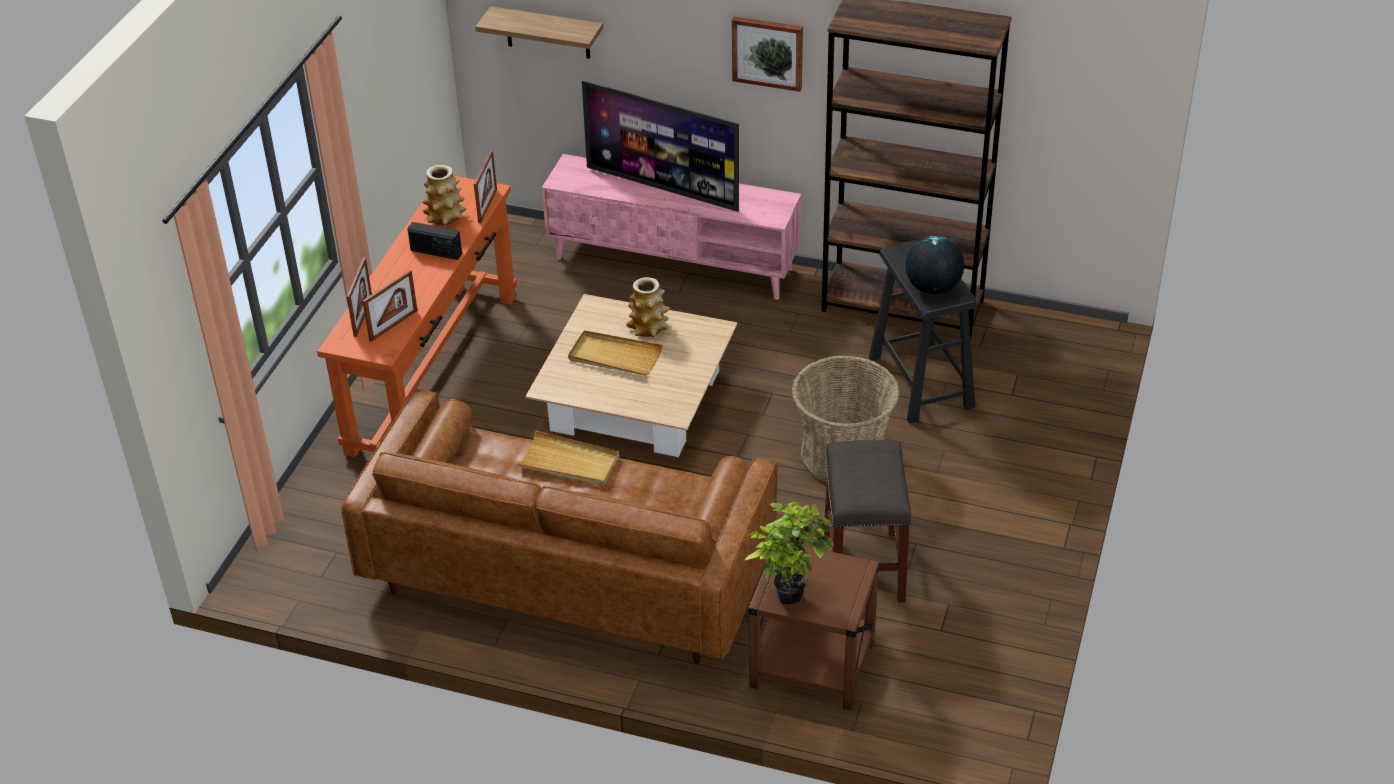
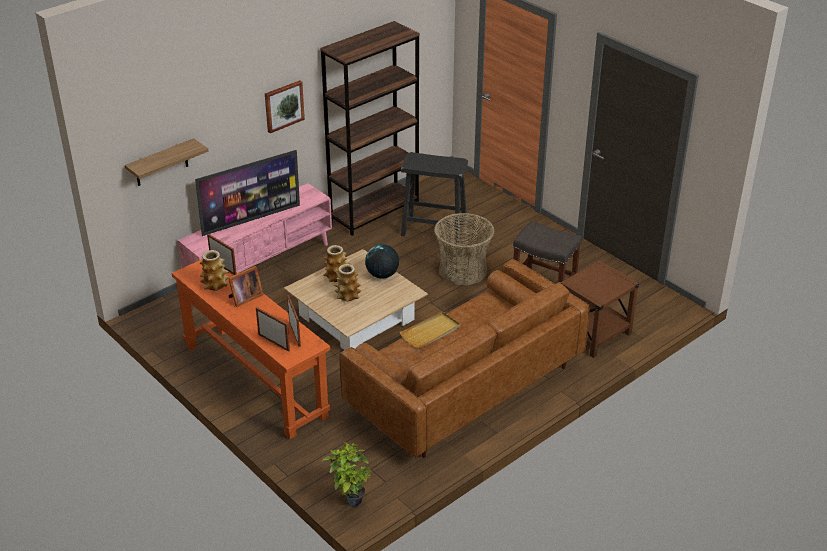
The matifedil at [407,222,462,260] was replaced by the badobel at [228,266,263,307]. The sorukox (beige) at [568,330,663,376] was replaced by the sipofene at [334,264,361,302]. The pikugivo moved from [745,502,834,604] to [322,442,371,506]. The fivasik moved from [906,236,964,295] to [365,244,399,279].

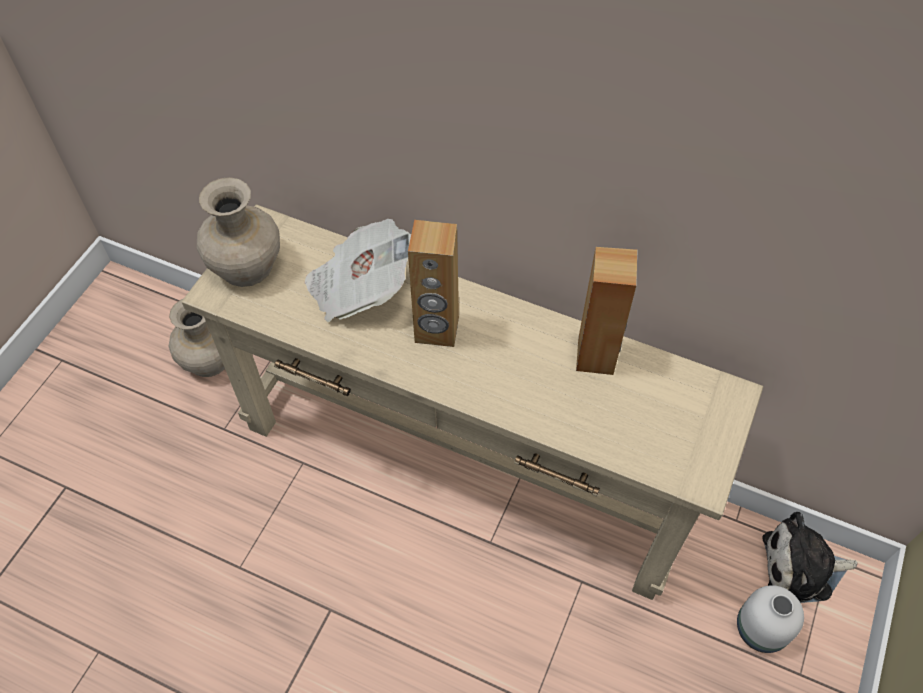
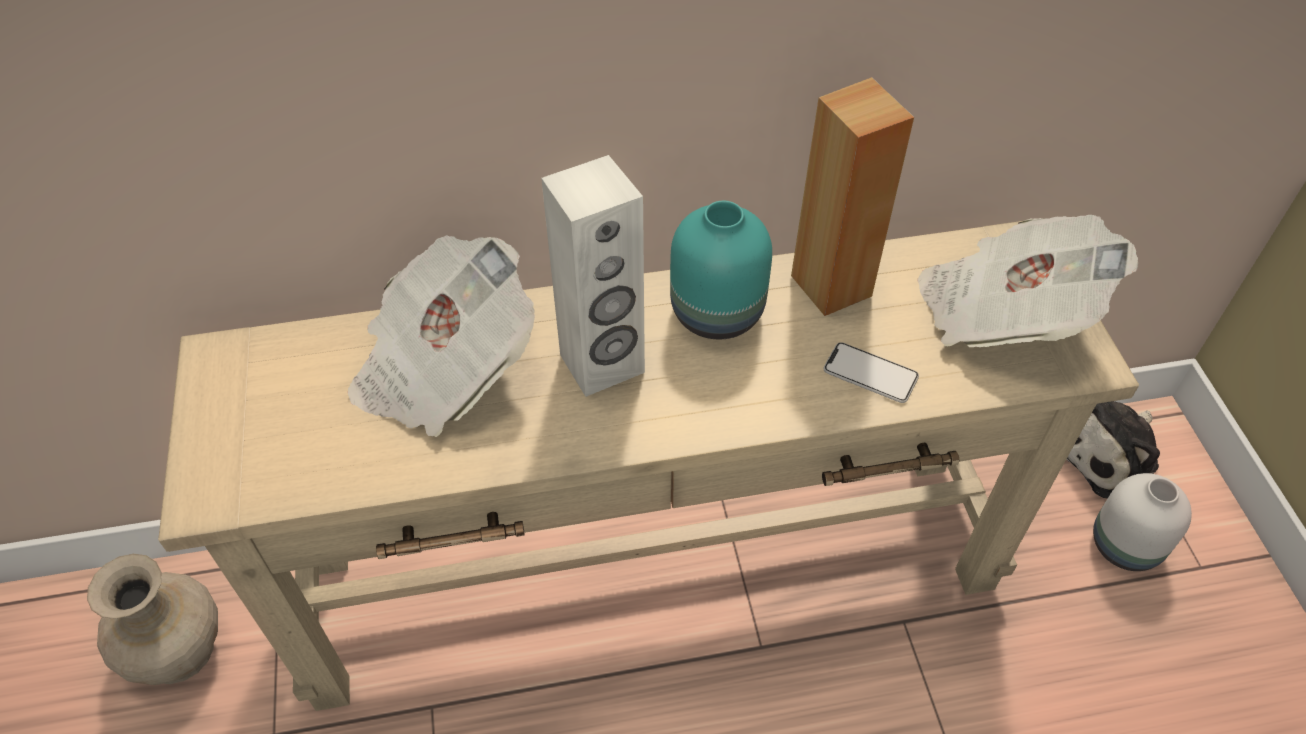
The sipofene (beige) at [197,177,280,287] disappeared. The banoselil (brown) at [408,220,459,347] became the banoselil (white) at [541,155,645,397]. The sipofene (turquoise) at [670,201,772,339] appeared. The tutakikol at [823,342,919,403] appeared. The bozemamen at [917,215,1138,347] appeared.

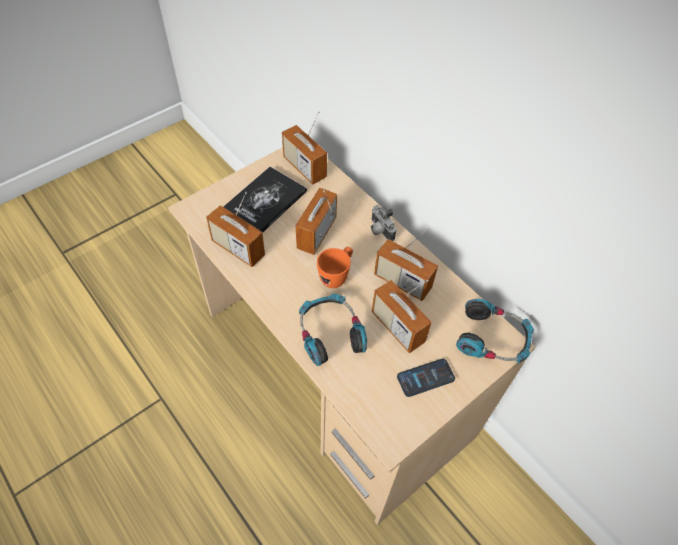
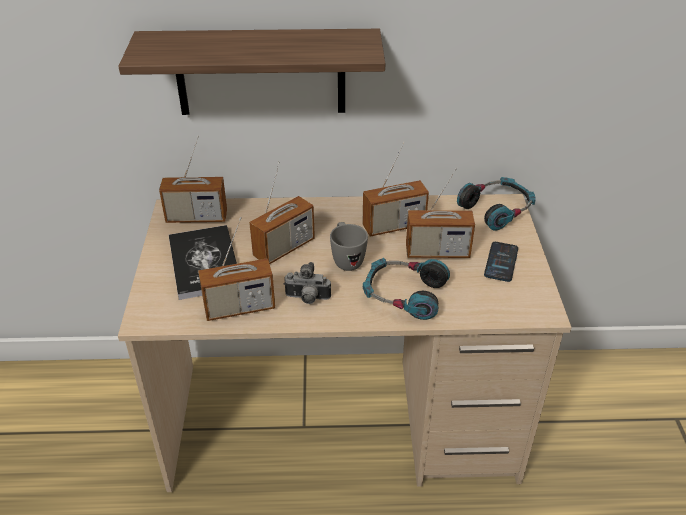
The matifedil at [296,188,337,255] turned 105 degrees counterclockwise. The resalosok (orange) at [317,247,353,288] became the resalosok (grey) at [330,222,368,271]. The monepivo moved from [371,205,396,241] to [284,262,331,304]. The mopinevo at [118,29,386,115] appeared.

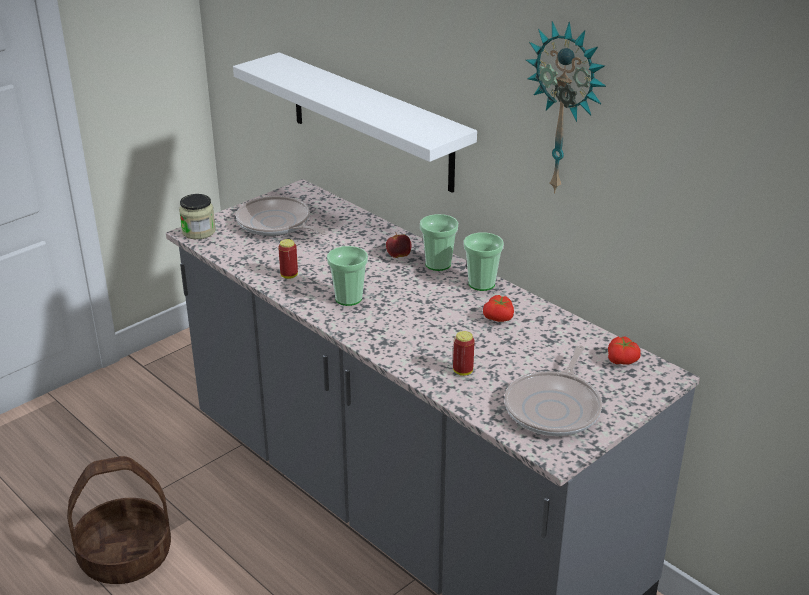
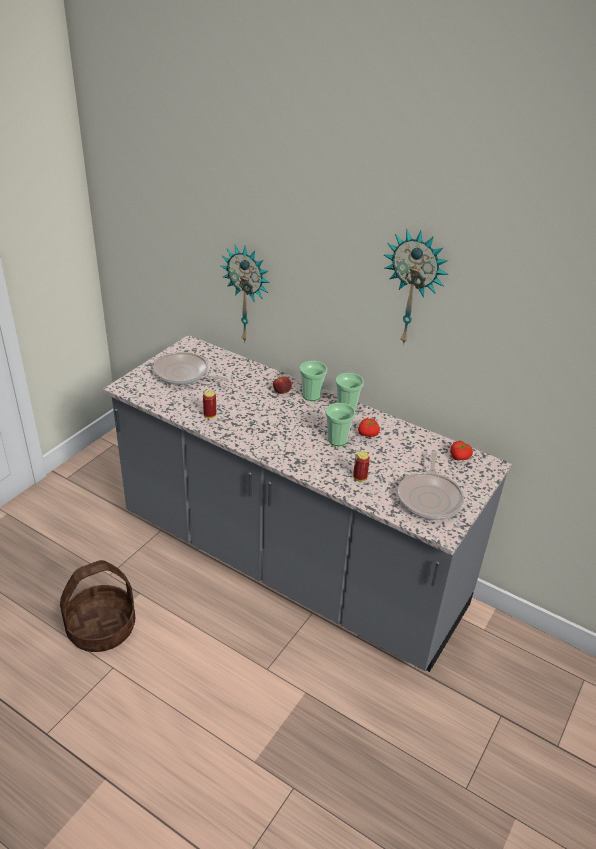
The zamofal at [179,194,216,239] disappeared. The mopinevo (white) at [233,52,477,193] was replaced by the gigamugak at [221,245,270,342]. The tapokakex moved from [327,246,368,306] to [326,403,355,446].

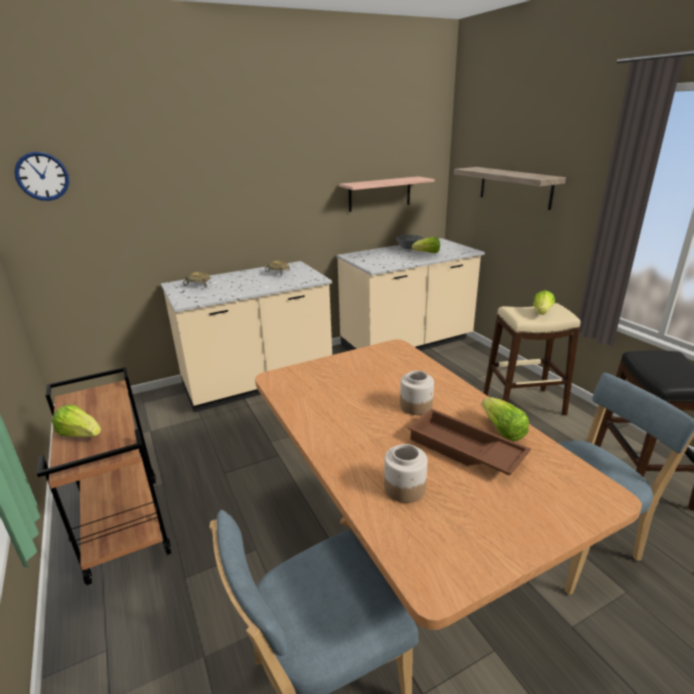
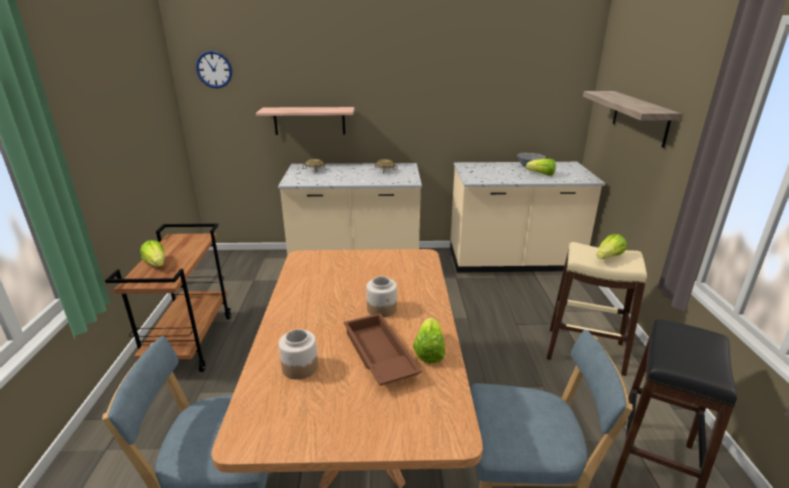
The mopinevo moved from [339,176,435,212] to [256,107,354,135].

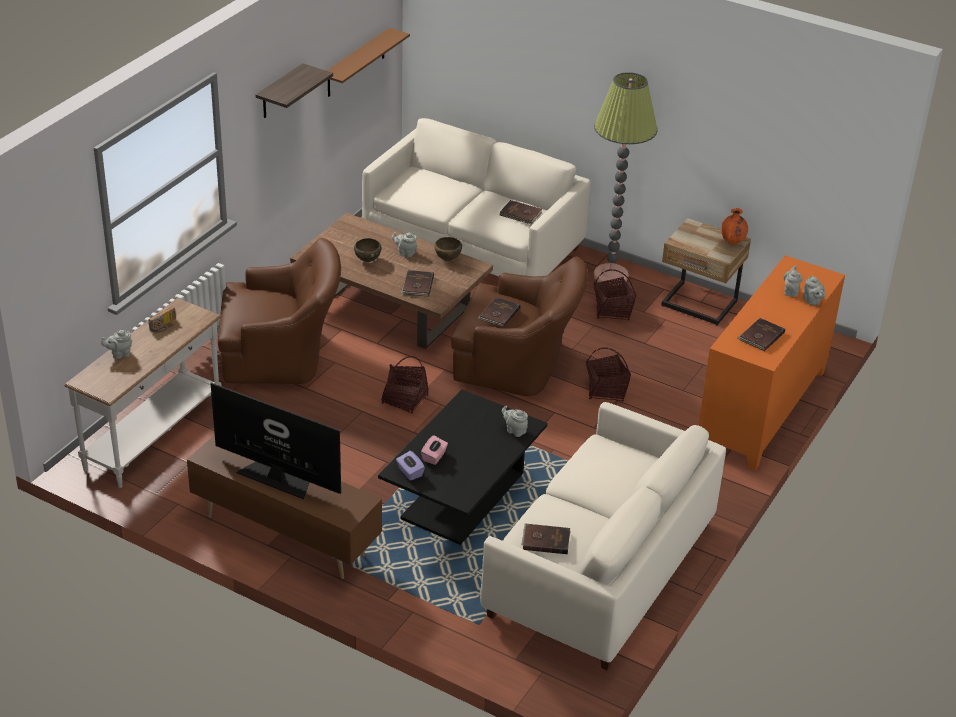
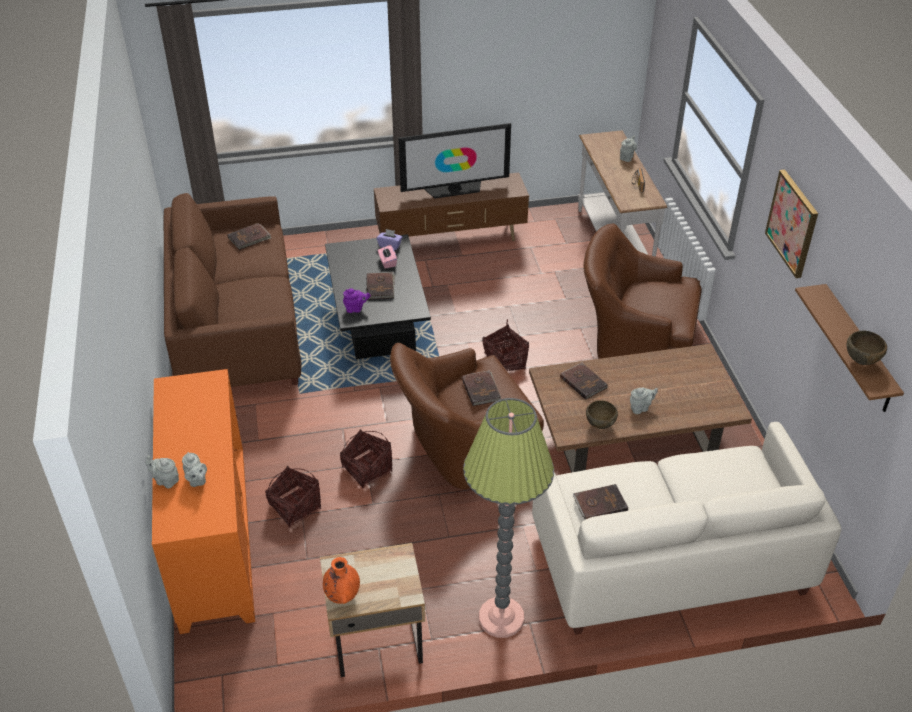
The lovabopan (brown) at [218,238,341,384] turned 60 degrees clockwise. The mopinevo at [256,63,333,118] was replaced by the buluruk at [765,169,818,278]. The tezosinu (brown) moved from [354,238,381,262] to [847,331,887,365]. The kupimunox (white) at [480,402,726,670] became the kupimunox (brown) at [164,193,302,387]. The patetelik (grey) at [502,405,528,437] became the patetelik (purple) at [343,288,371,313]. The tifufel moved from [594,269,636,321] to [265,466,321,528]. The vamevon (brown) moved from [738,318,785,351] to [366,272,395,299].

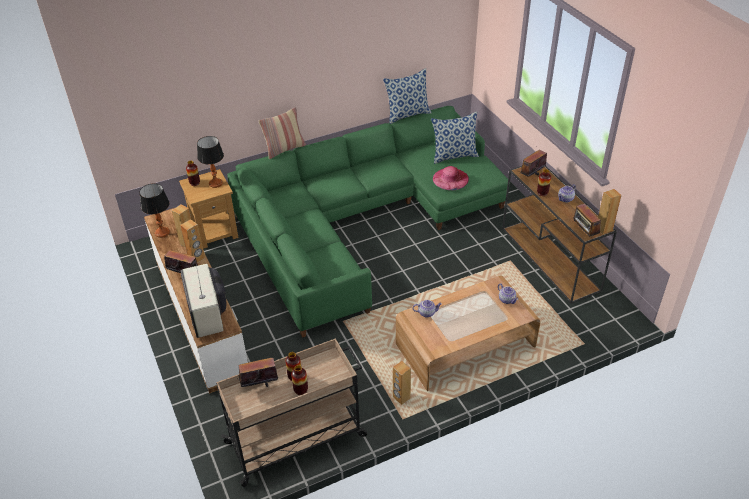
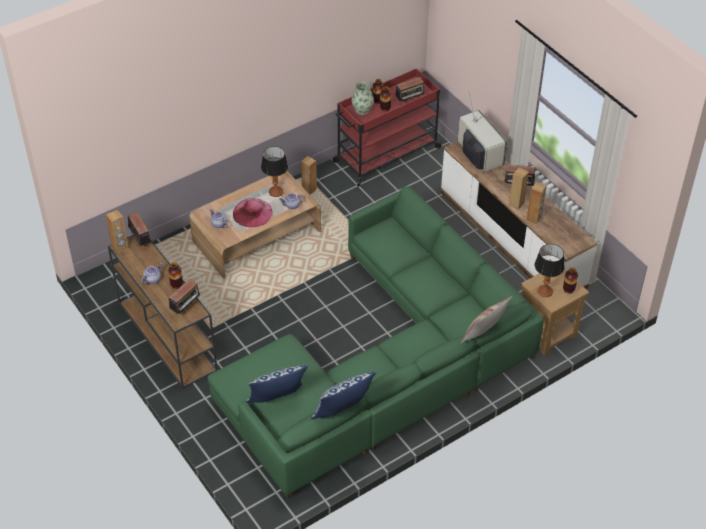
The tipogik moved from [139,183,170,238] to [261,146,288,197]. The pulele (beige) at [216,338,367,487] became the pulele (red) at [332,68,443,186]. The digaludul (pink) moved from [433,166,469,190] to [233,198,273,227]. The sipofene at [352,82,374,115] appeared.

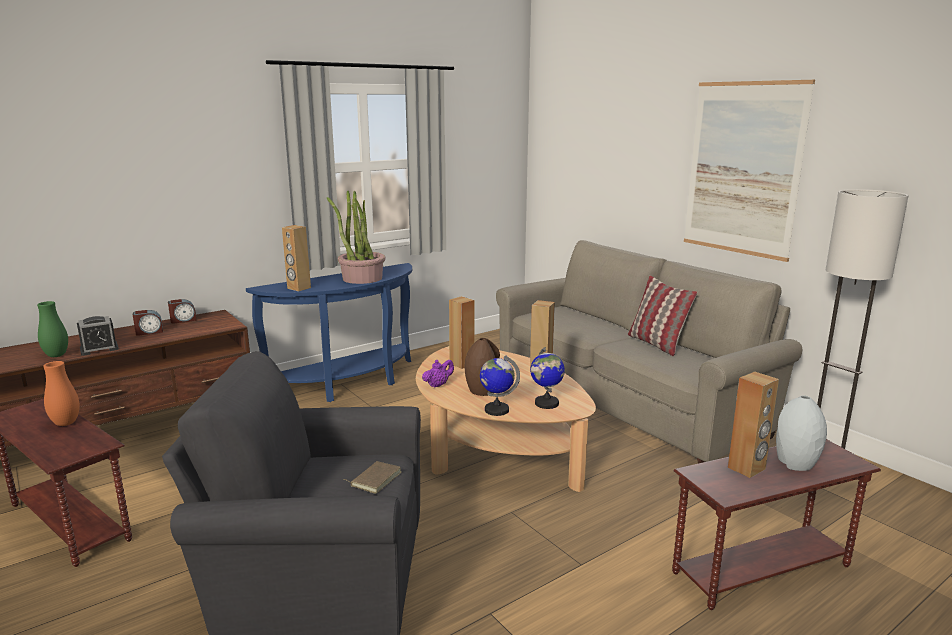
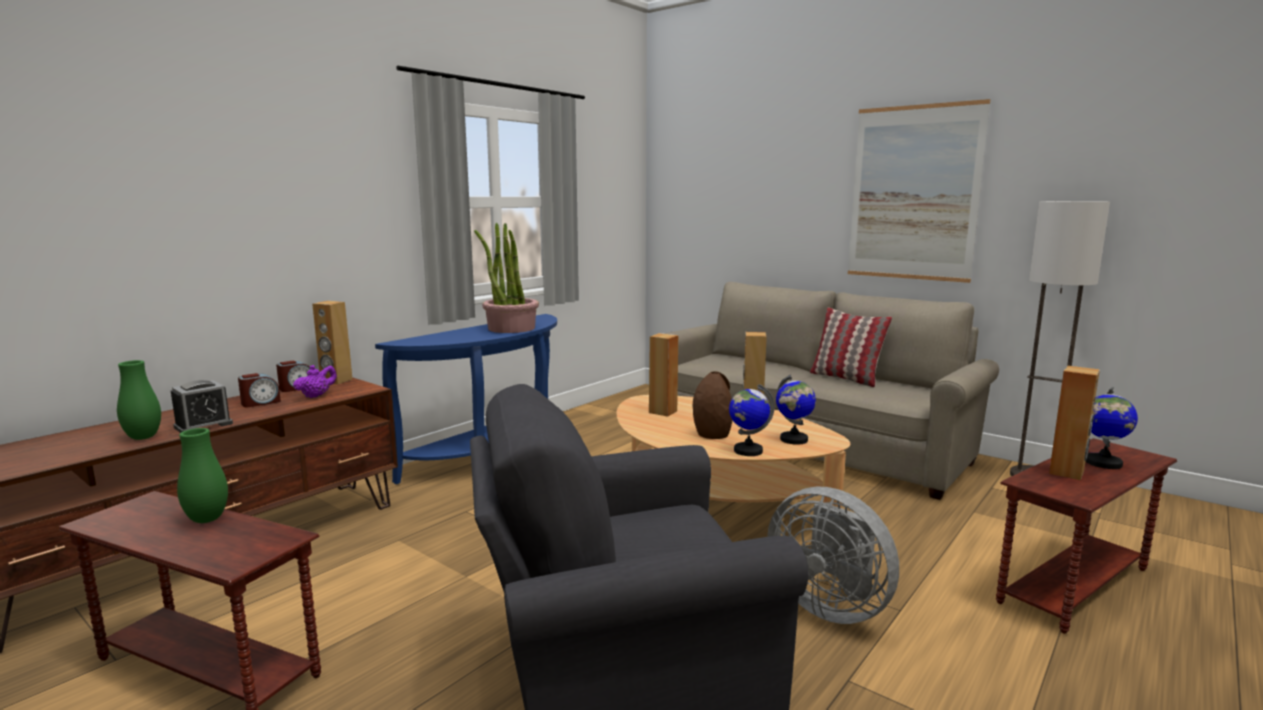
The sipofene (orange) at [43,361,80,426] became the sipofene (green) at [177,428,228,523]. The banoselil (brown) moved from [282,225,311,291] to [312,301,353,384]. The vamevon (brown) at [343,461,401,494] disappeared. The patetelik (purple) moved from [422,360,454,388] to [293,365,337,398]. The sipofene (grey) at [776,395,827,471] was replaced by the fivasik at [1086,387,1138,469]. The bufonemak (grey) at [767,486,899,624] appeared.

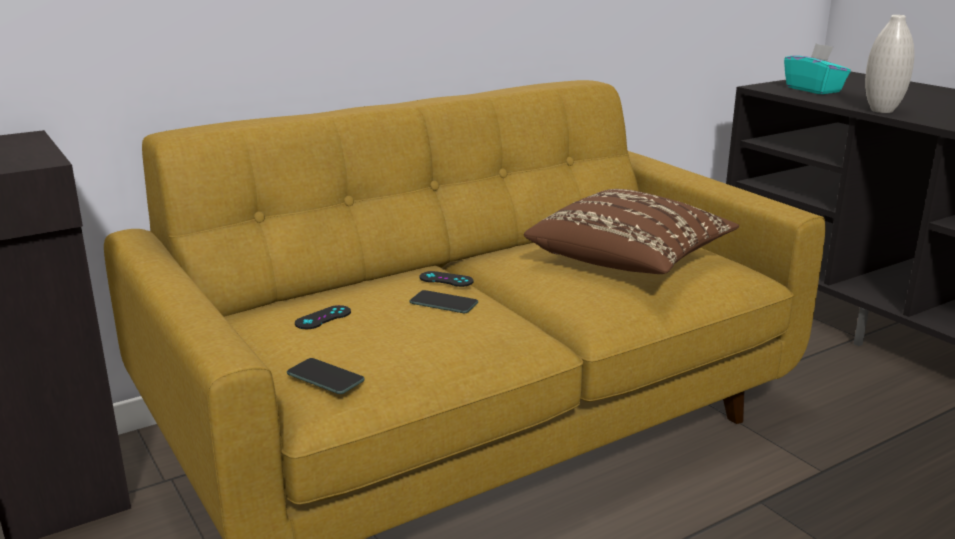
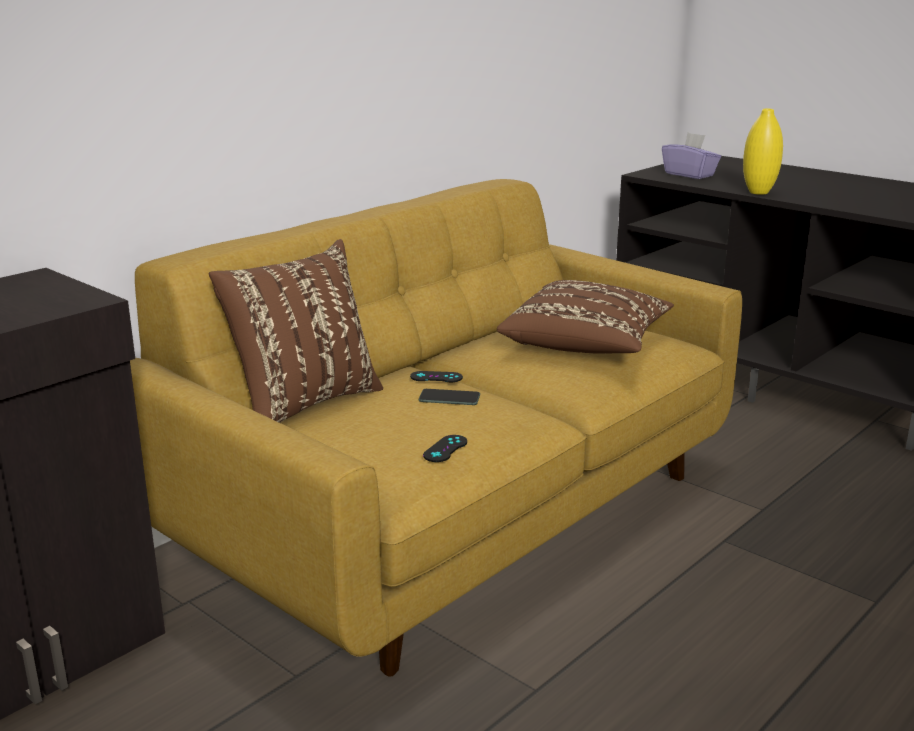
The tutakikol at [287,358,365,394] disappeared. The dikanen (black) moved from [295,305,351,329] to [423,435,467,462]. The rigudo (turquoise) at [784,44,851,94] became the rigudo (purple) at [662,133,721,179]. The sipofene (white) at [865,15,914,113] became the sipofene (yellow) at [743,108,783,195]. The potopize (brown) at [209,239,383,423] appeared.

